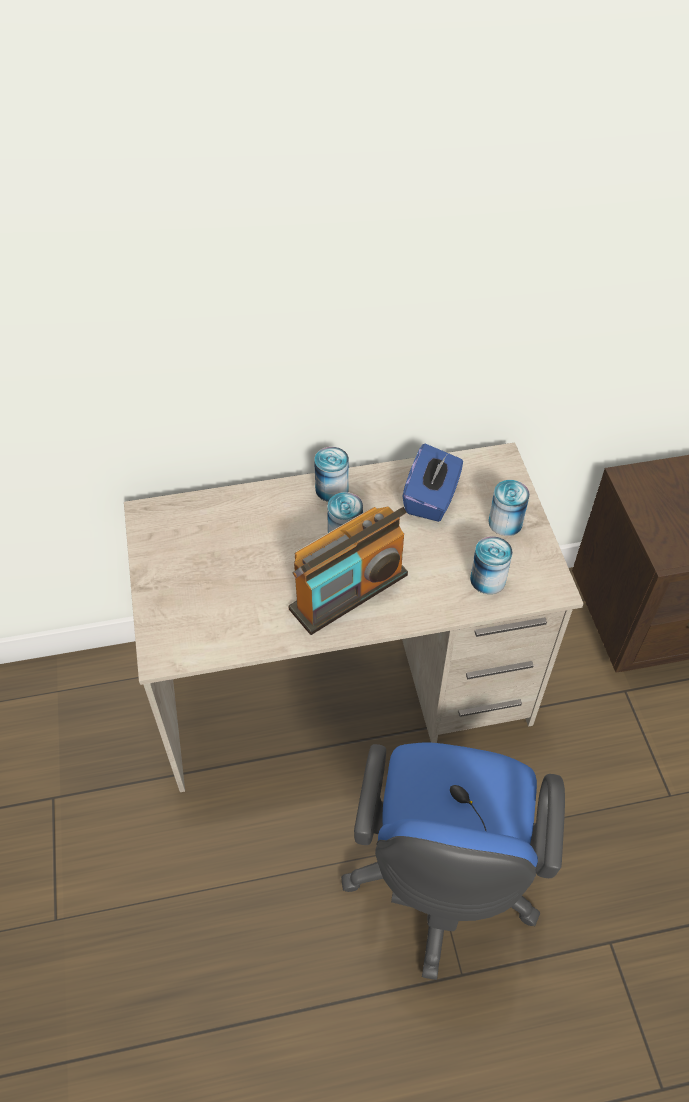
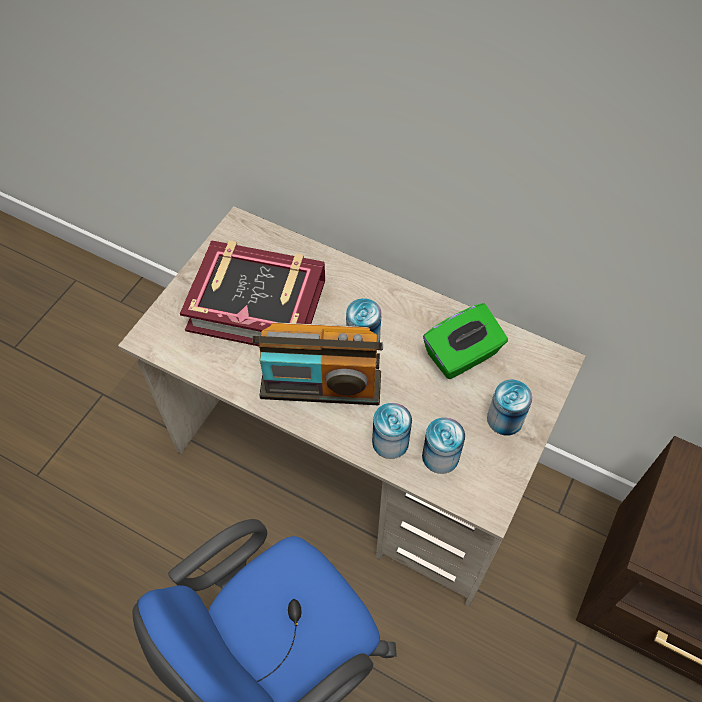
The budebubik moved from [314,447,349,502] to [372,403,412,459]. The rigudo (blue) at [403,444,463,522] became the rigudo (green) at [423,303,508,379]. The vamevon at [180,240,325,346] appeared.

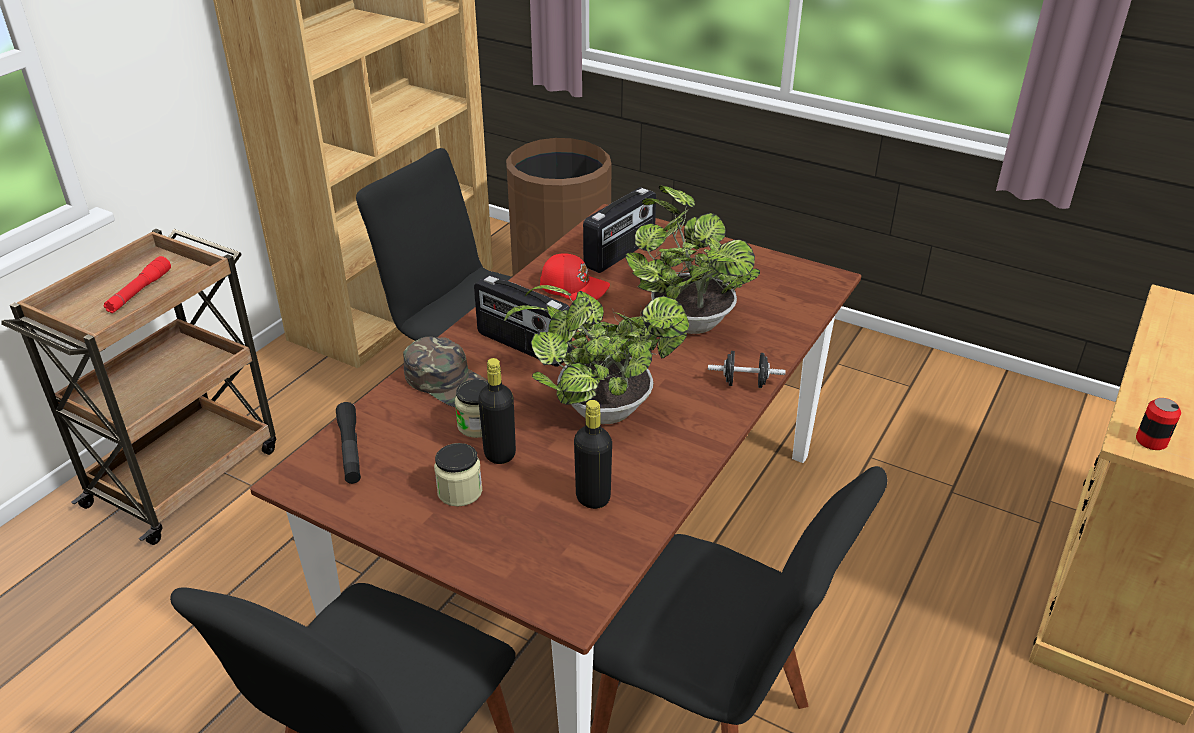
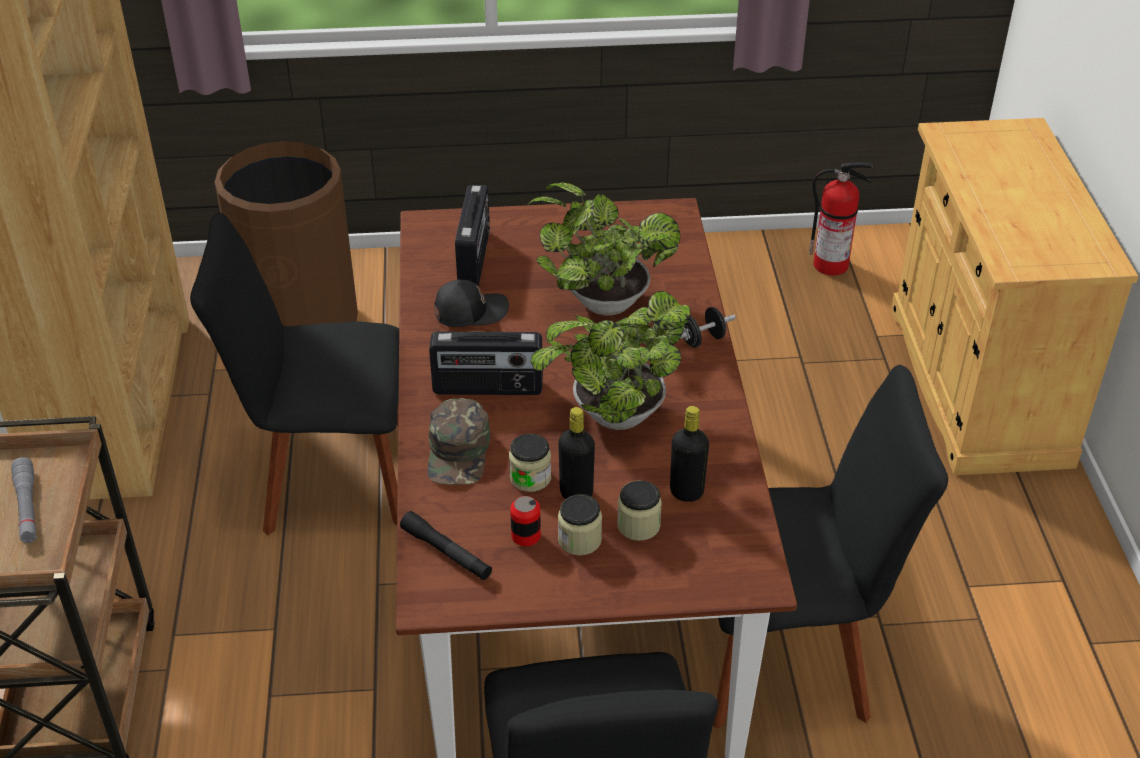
The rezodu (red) at [103,256,171,313] became the rezodu (grey) at [11,457,37,543]. The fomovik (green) at [403,337,488,407] turned 90 degrees clockwise. The fomovik (red) at [540,253,610,301] became the fomovik (black) at [435,279,509,327]. The budebubik moved from [1136,398,1181,450] to [510,496,541,546]. The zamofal at [617,480,662,541] appeared. The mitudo at [809,162,874,275] appeared.

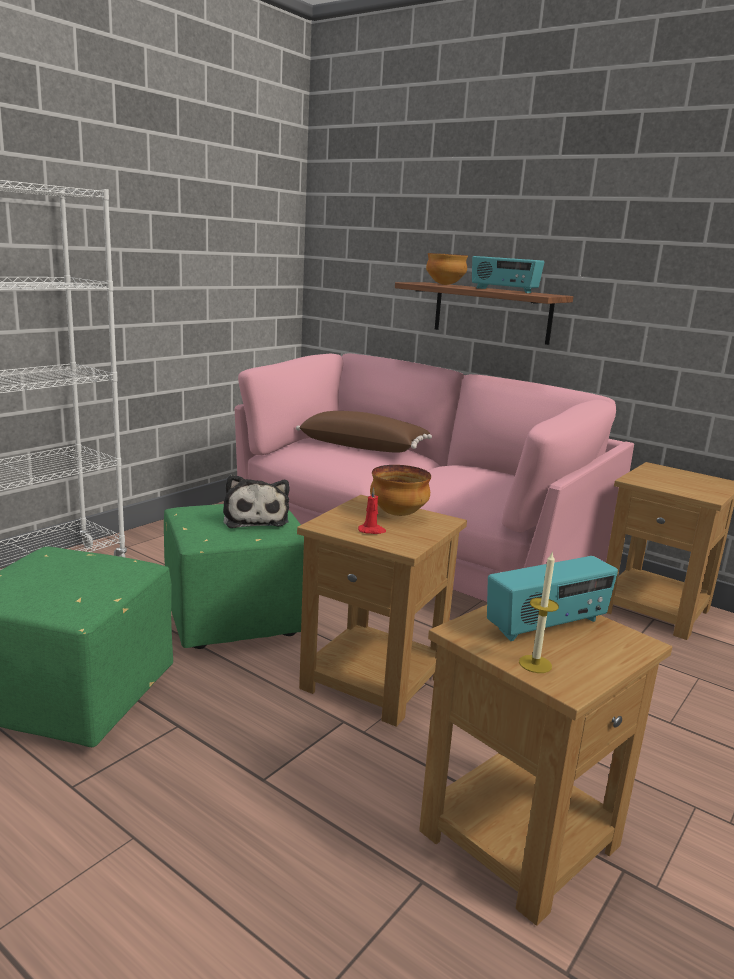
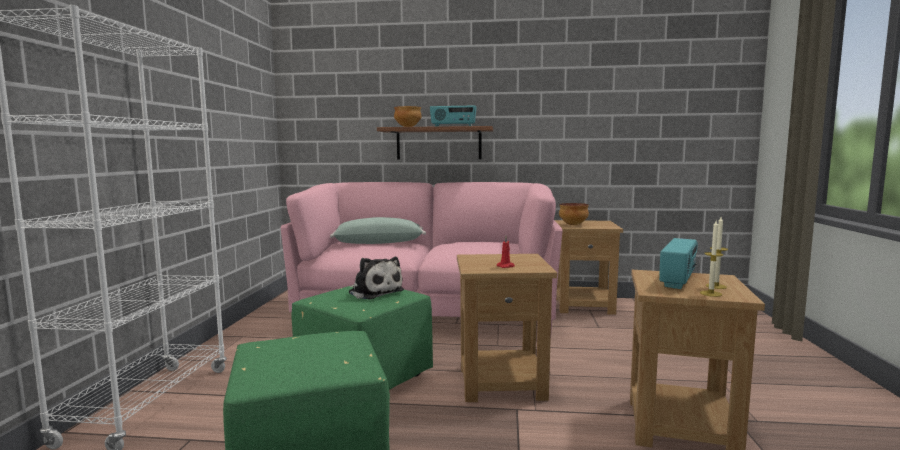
The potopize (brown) at [296,411,432,453] became the potopize (green) at [330,217,426,244]. The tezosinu moved from [370,465,431,516] to [559,203,589,225]. The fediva at [706,217,728,289] appeared.

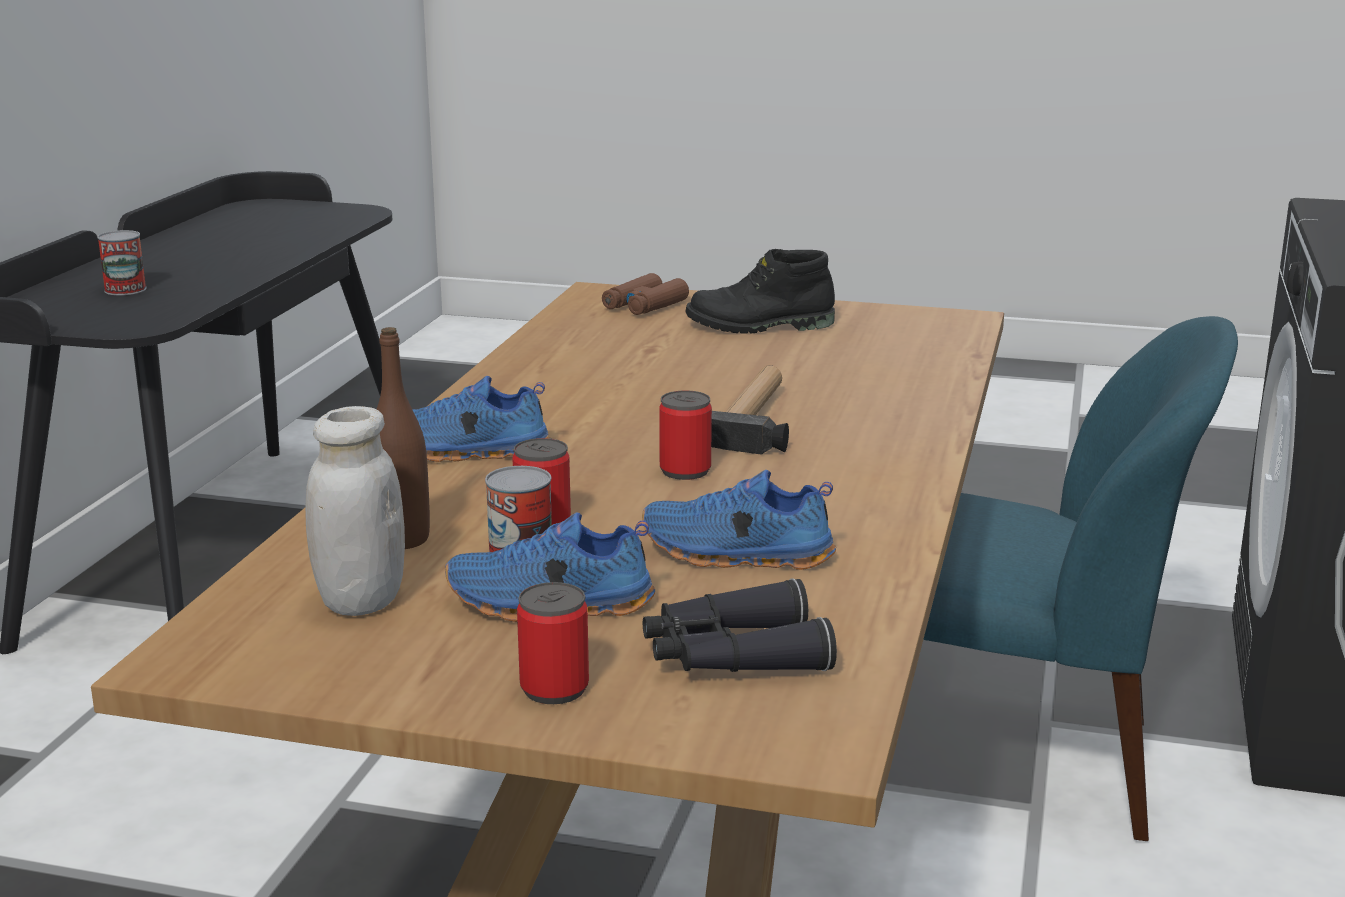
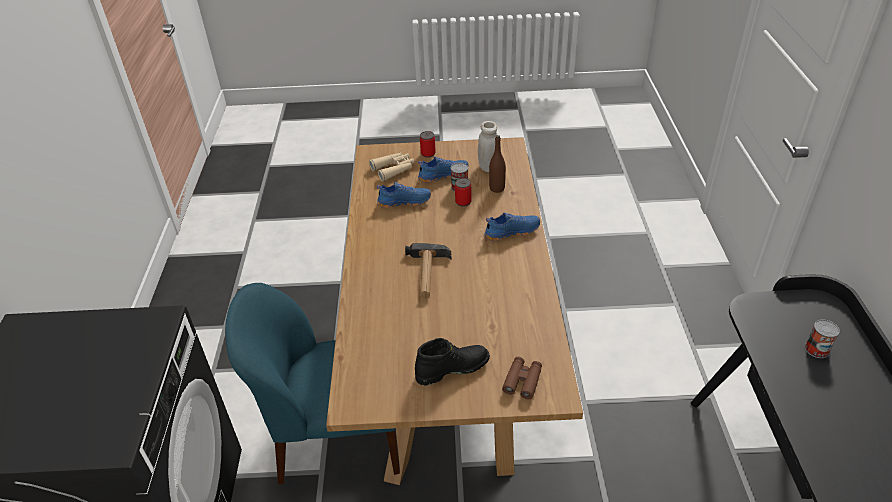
The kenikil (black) at [643,578,837,672] became the kenikil (beige) at [369,152,414,182]. The budebubik at [659,390,712,480] disappeared.

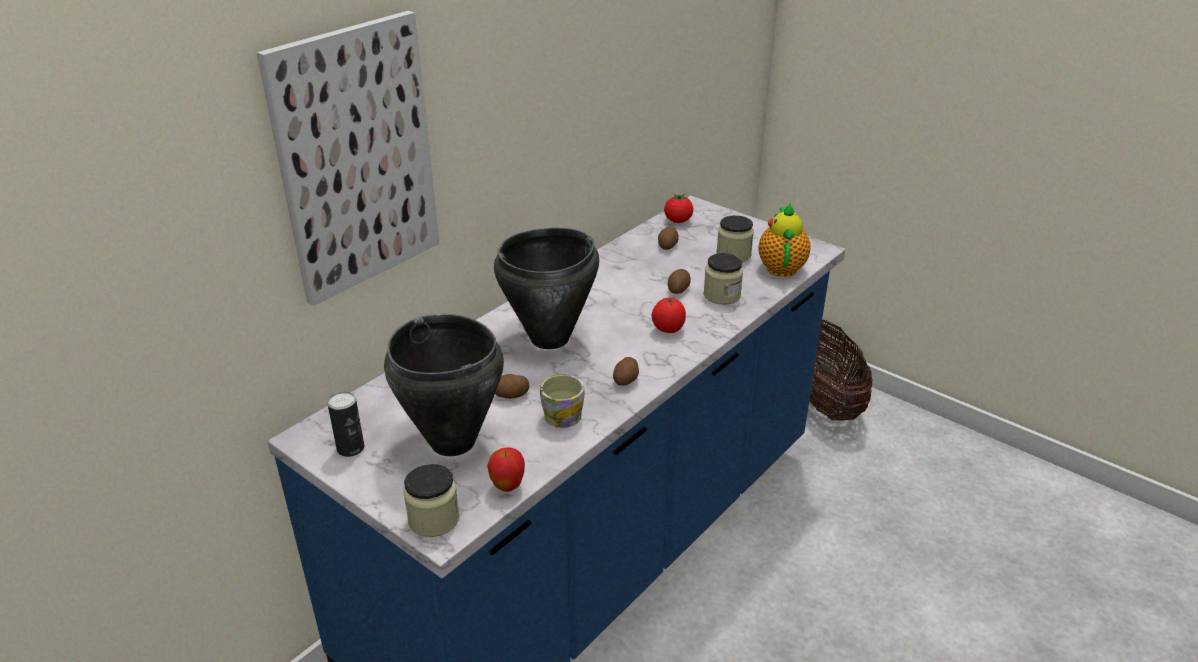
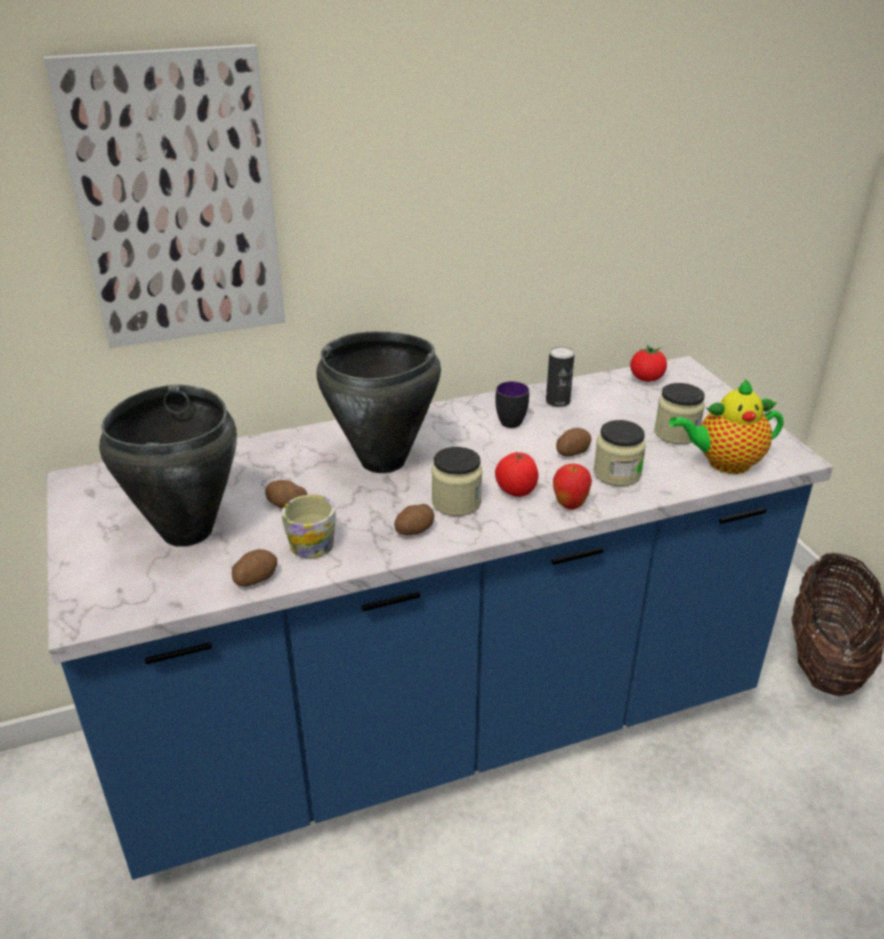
The budebubik moved from [327,391,364,457] to [546,346,575,407]. The zamofal moved from [403,464,460,537] to [432,447,482,516]. The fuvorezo moved from [487,447,525,492] to [553,464,592,510]. The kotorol moved from [658,227,678,250] to [232,549,277,586]. The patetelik at [758,203,811,277] turned 135 degrees counterclockwise. The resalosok at [495,381,529,428] appeared.

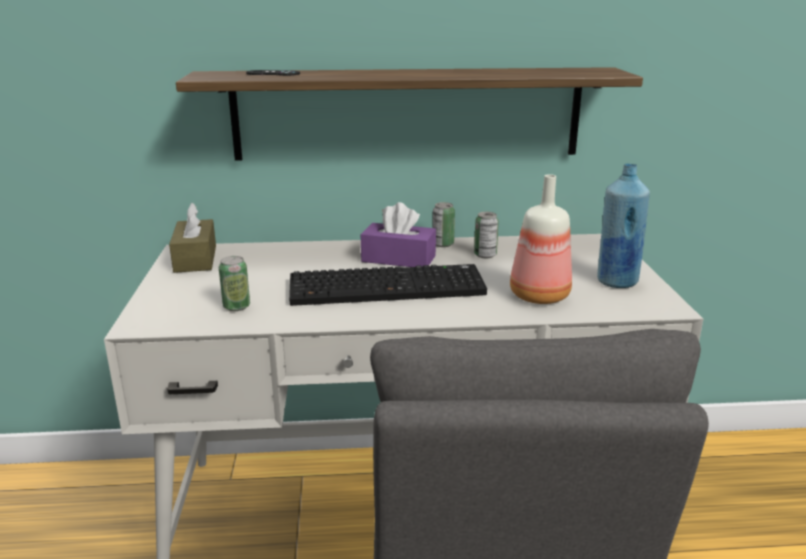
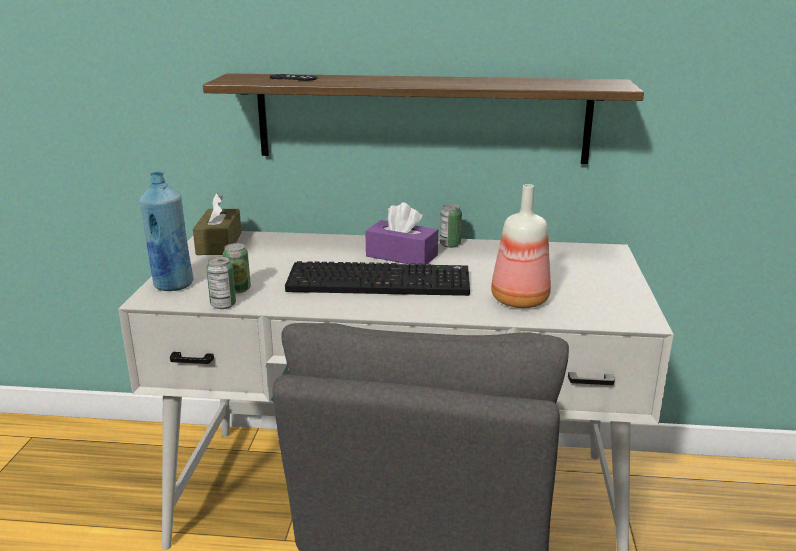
The budebubik moved from [474,212,499,258] to [206,257,236,309]. The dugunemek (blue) moved from [597,163,650,288] to [140,172,193,291].

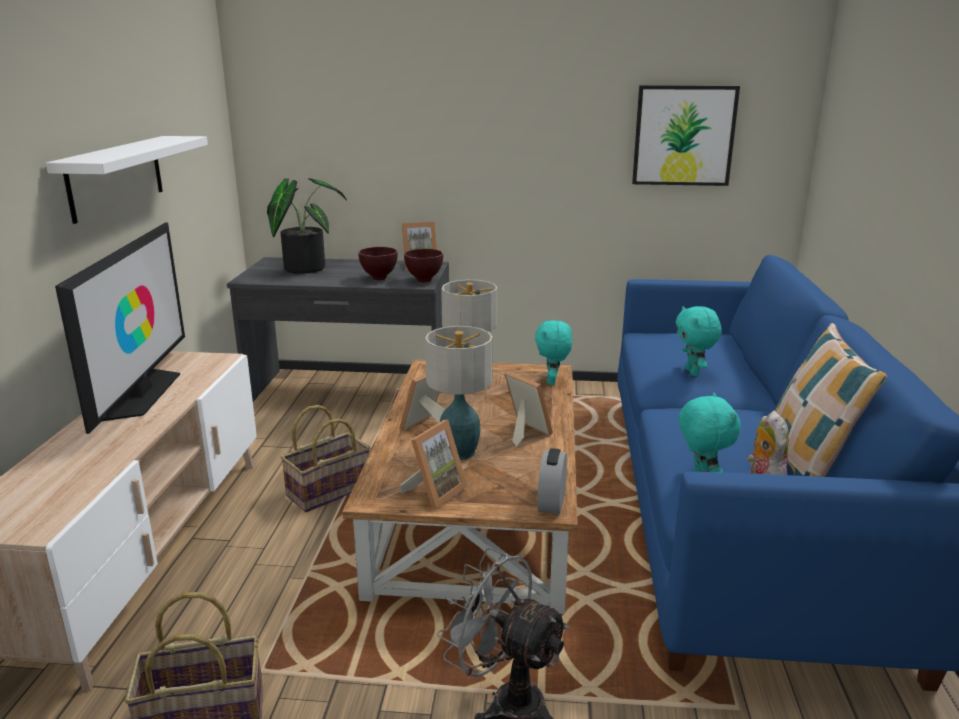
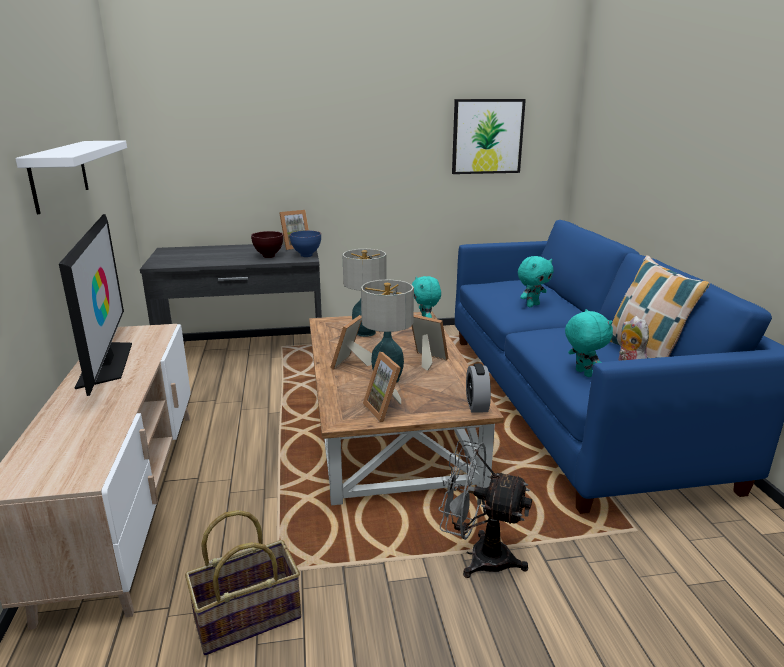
The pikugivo at [267,178,347,273] disappeared. The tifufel at [280,405,370,512] disappeared. The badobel at [400,420,468,509] turned 135 degrees clockwise. The tezosinu (brown) at [404,249,443,282] became the tezosinu (blue) at [290,230,321,257]. The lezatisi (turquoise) at [676,306,722,376] turned 105 degrees counterclockwise.

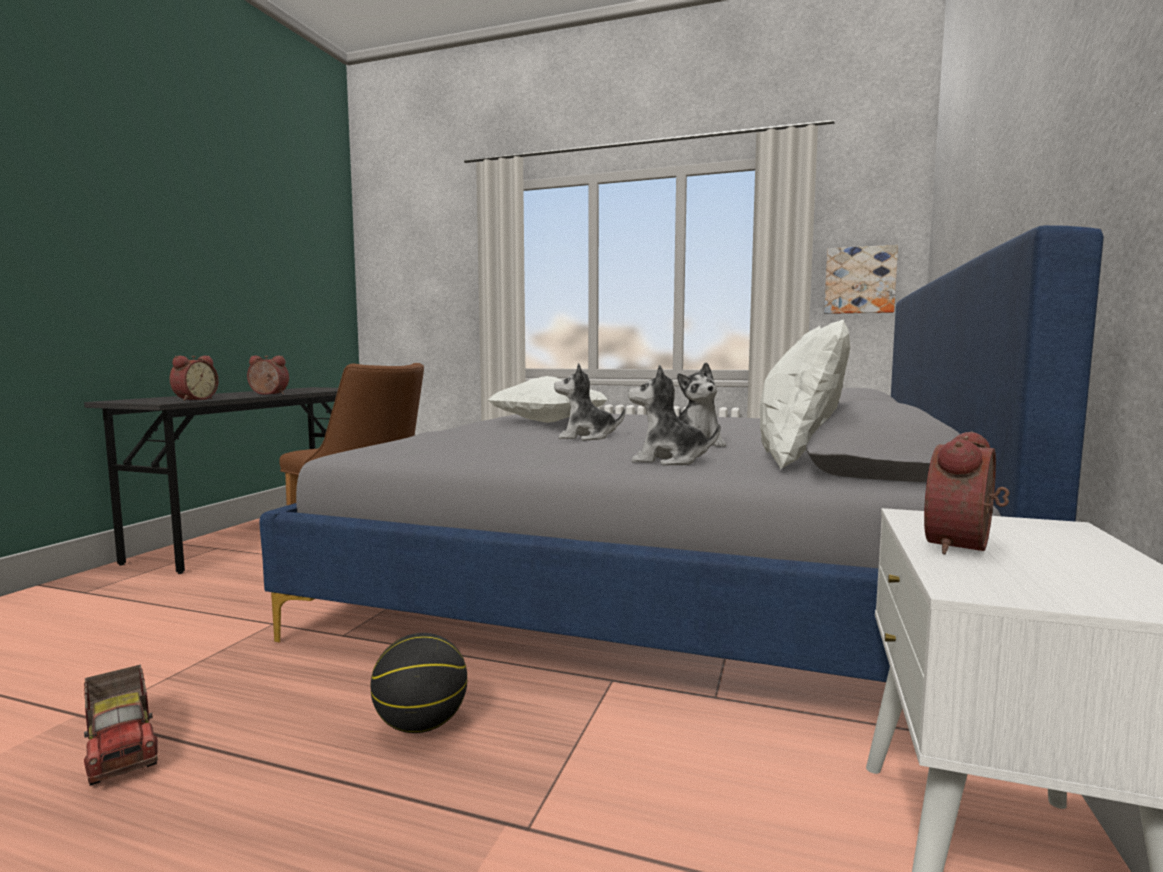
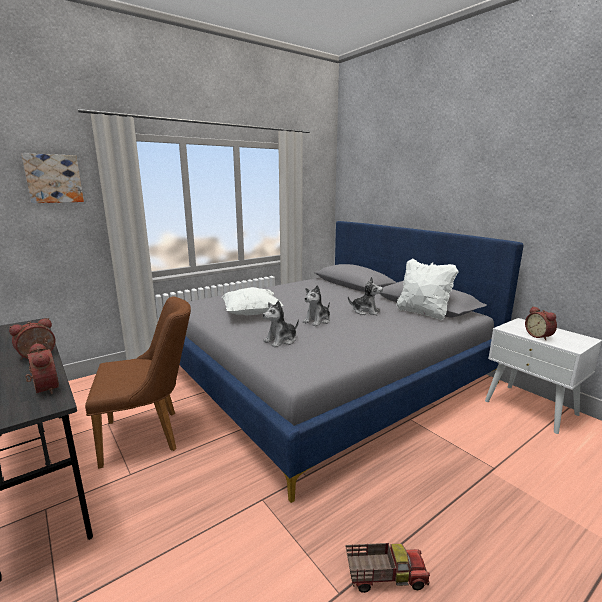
The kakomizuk at [370,633,467,733] disappeared. The lezatisi moved from [628,364,720,466] to [263,300,299,347]. The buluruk moved from [824,245,898,314] to [21,153,84,203].

